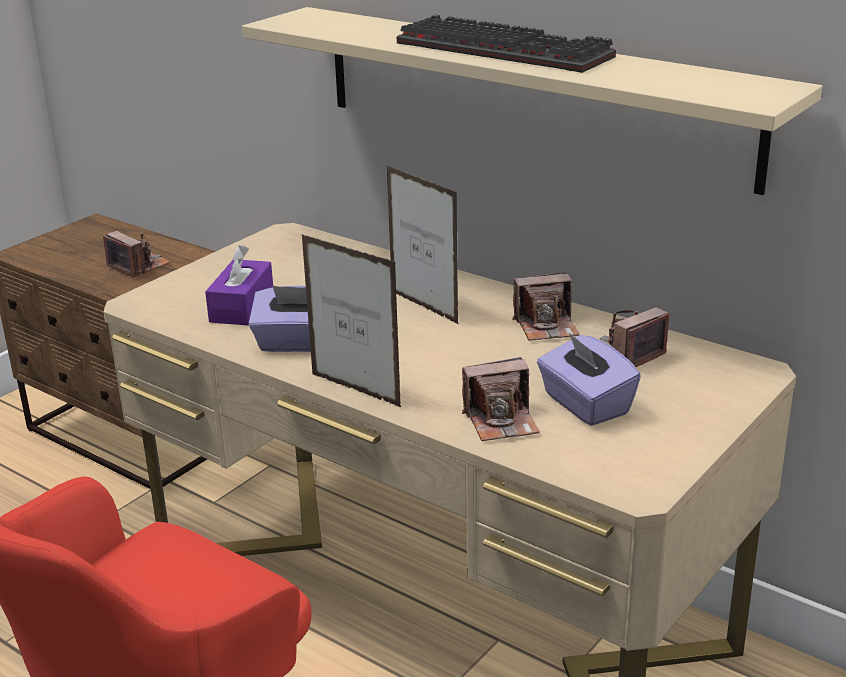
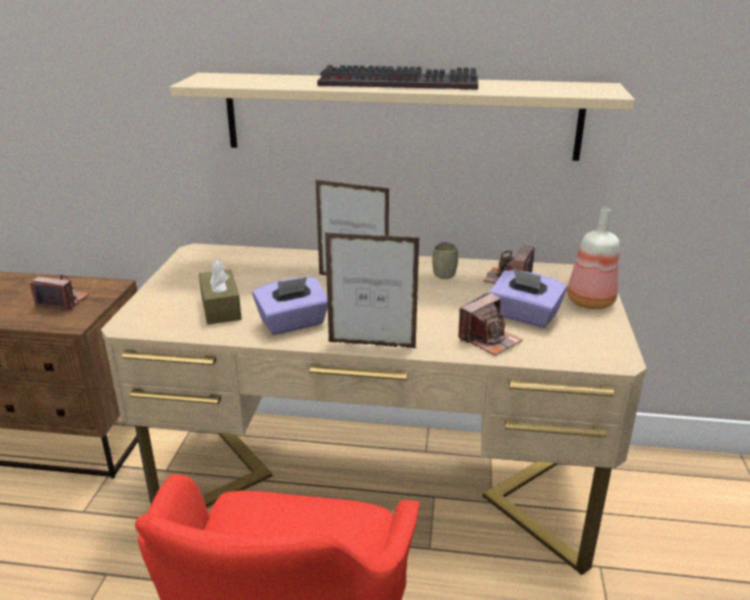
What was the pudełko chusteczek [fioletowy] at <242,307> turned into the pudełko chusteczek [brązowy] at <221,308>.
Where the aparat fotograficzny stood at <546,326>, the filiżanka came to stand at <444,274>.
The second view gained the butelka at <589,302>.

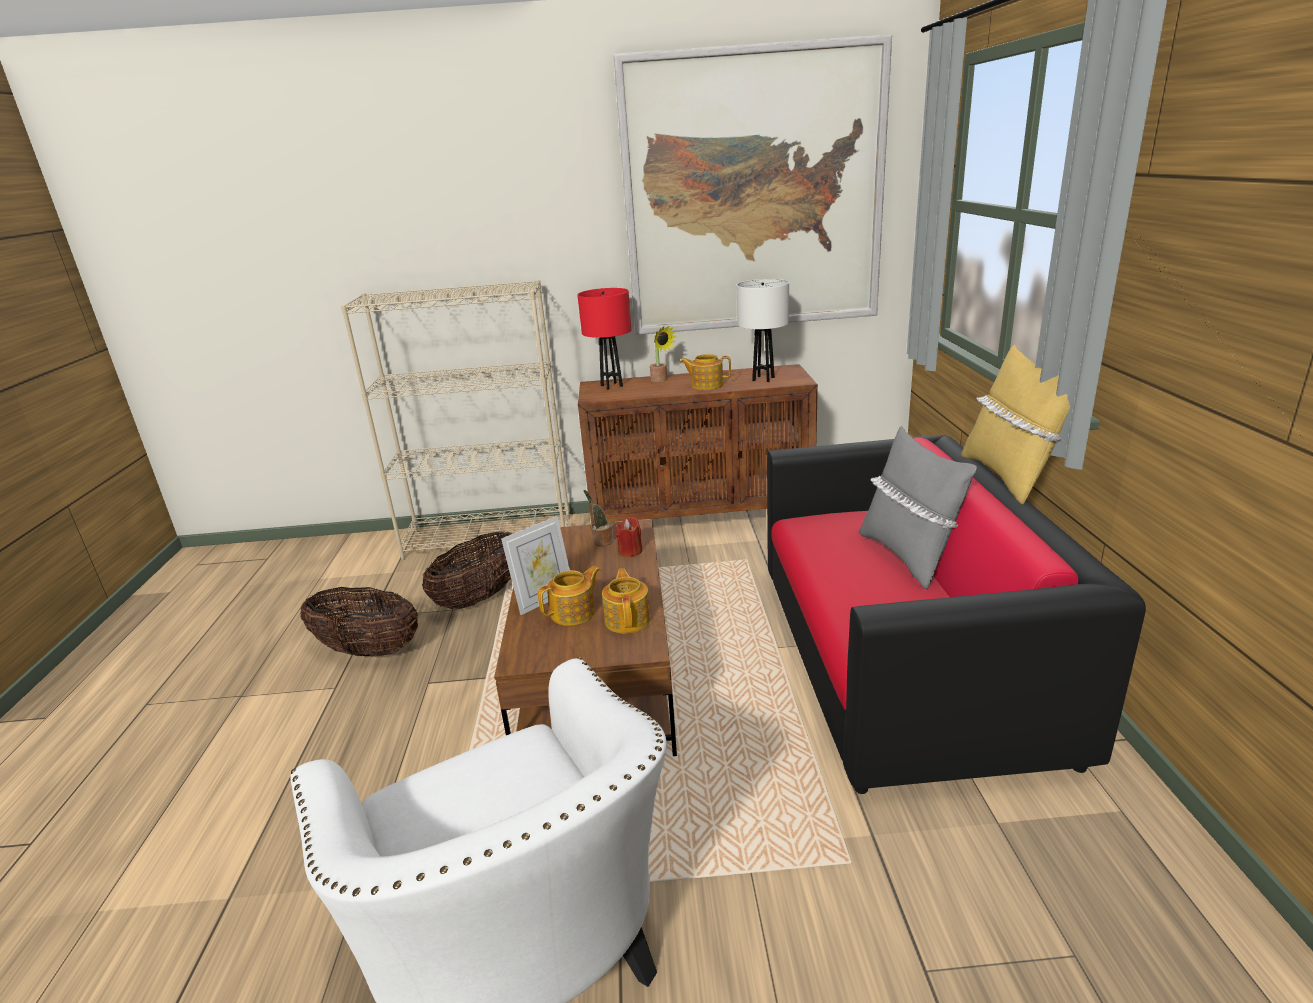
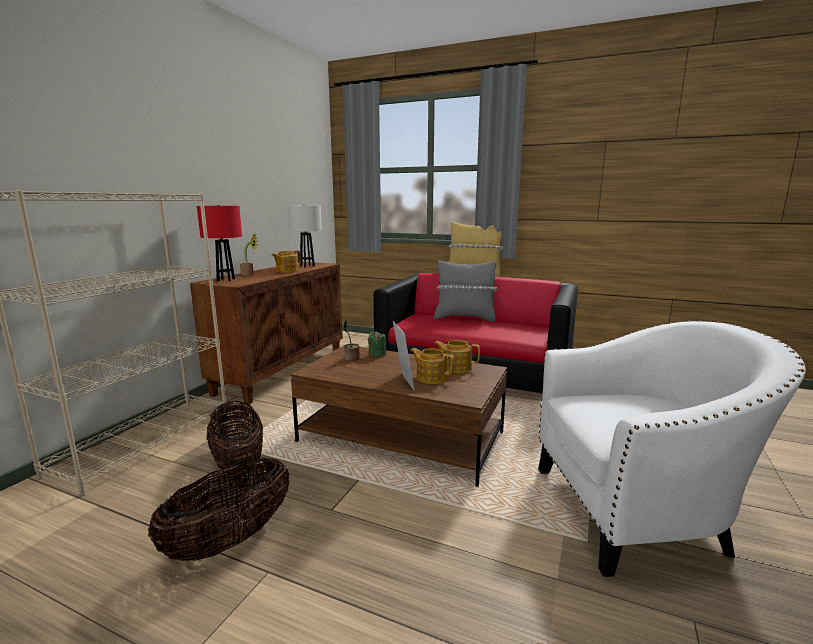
What was the świeca [czerwony] at <630,551> turned into the świeca [zielony] at <377,355>.
The imbryk at <574,613> ended up facing another way, 45 degrees counterclockwise from before.
The second view lost the obraz at <752,193>.

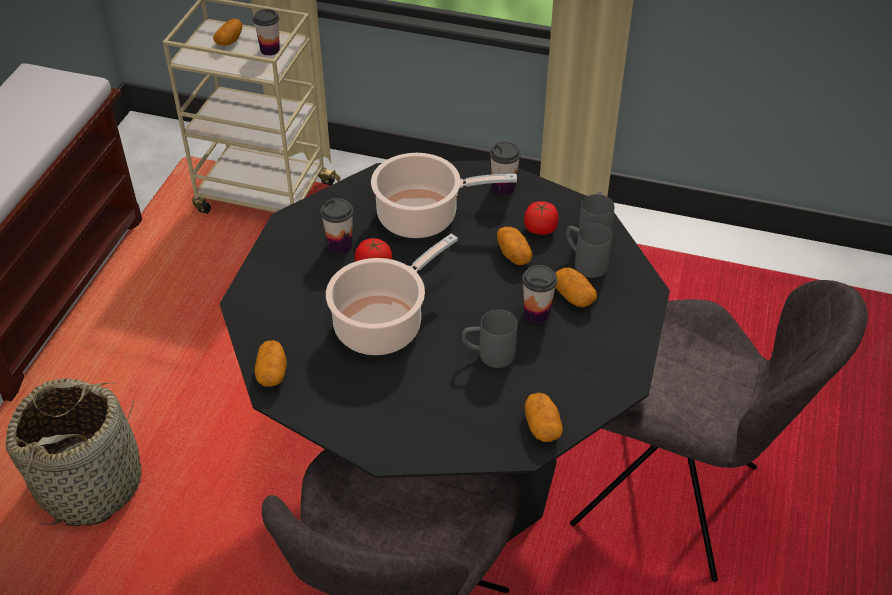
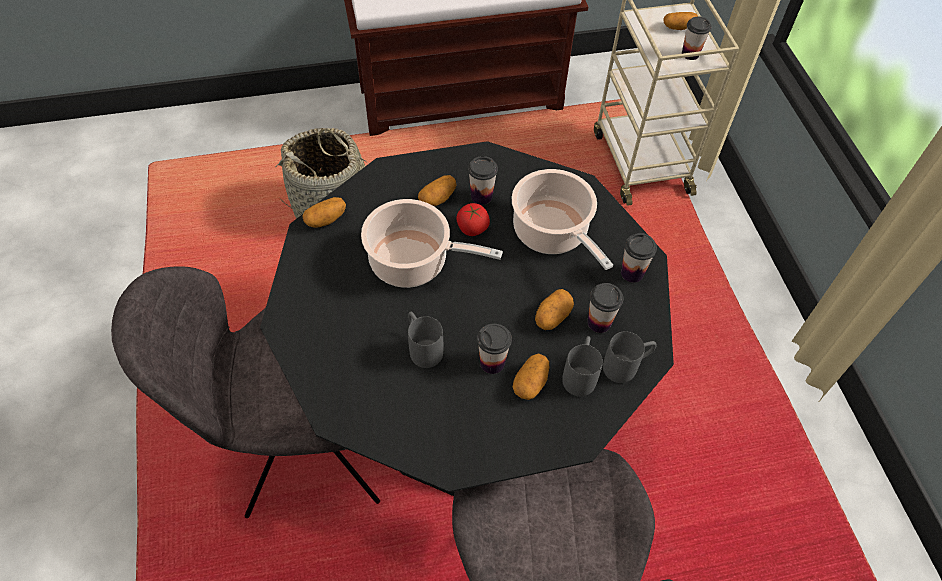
The ziemniak ended up elsewhere, having gone from <542,426> to <438,198>.
Where the pomidor stood at <540,229>, the filiżanka came to stand at <599,322>.

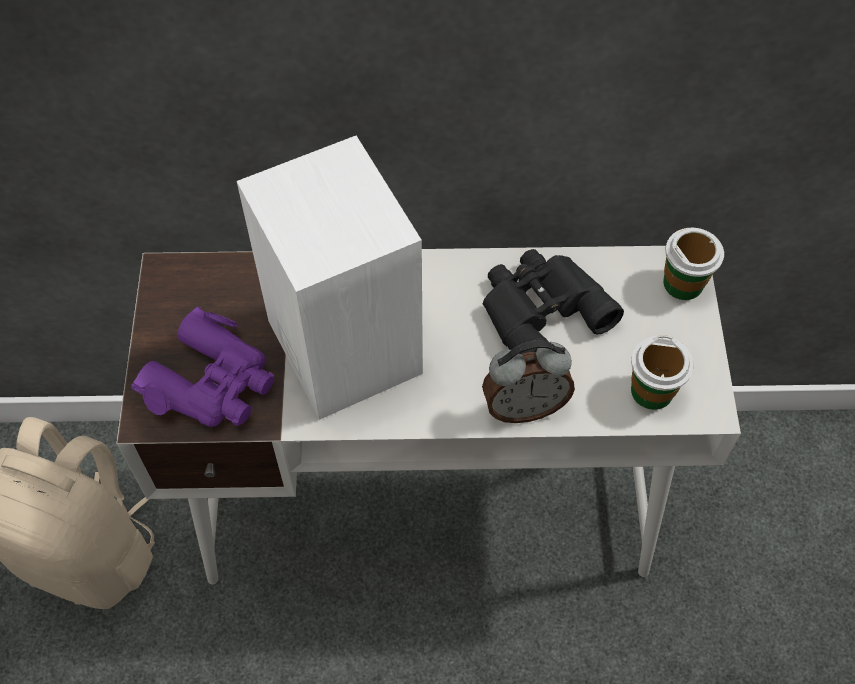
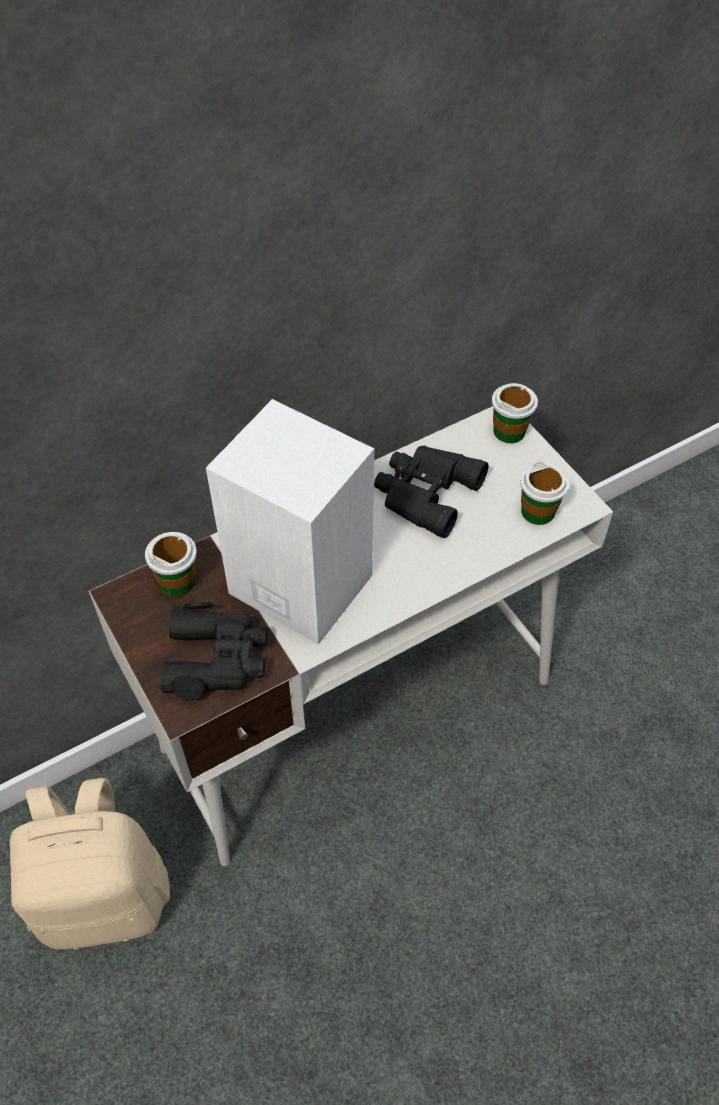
The second view gained the filiżanka at <177,581>.
What was the lornetka [fioletowy] at <213,382> turned into the lornetka [czarny] at <216,658>.
The second view lost the budzik at <524,406>.

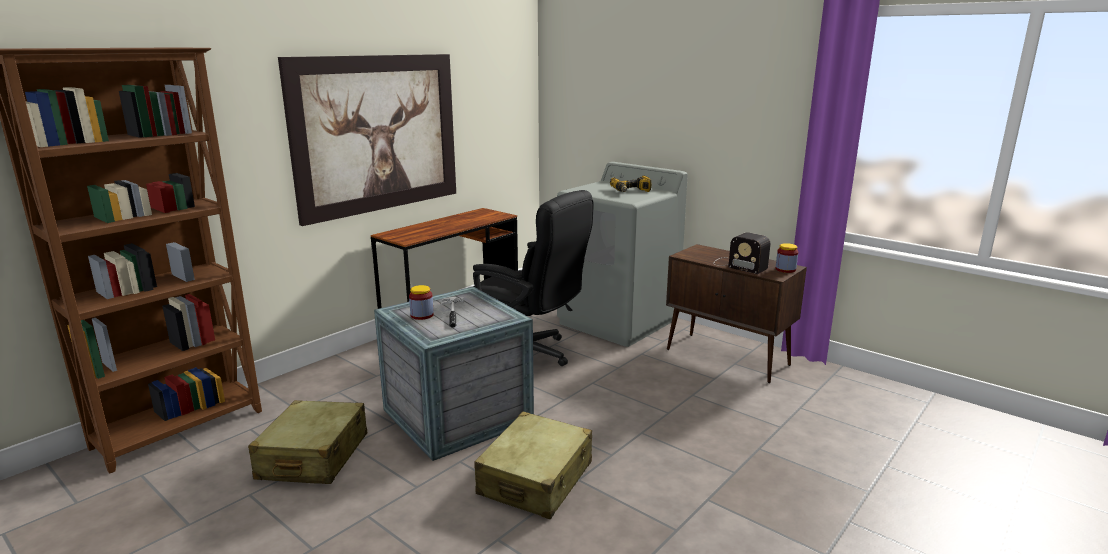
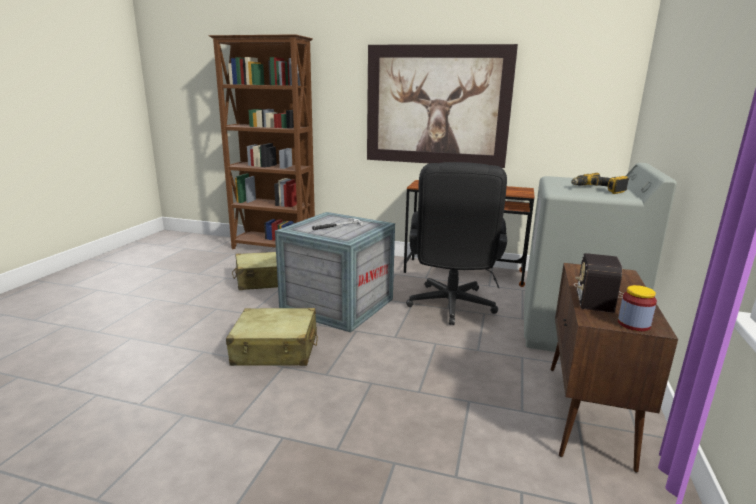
The second view lost the słoik at <422,315>.

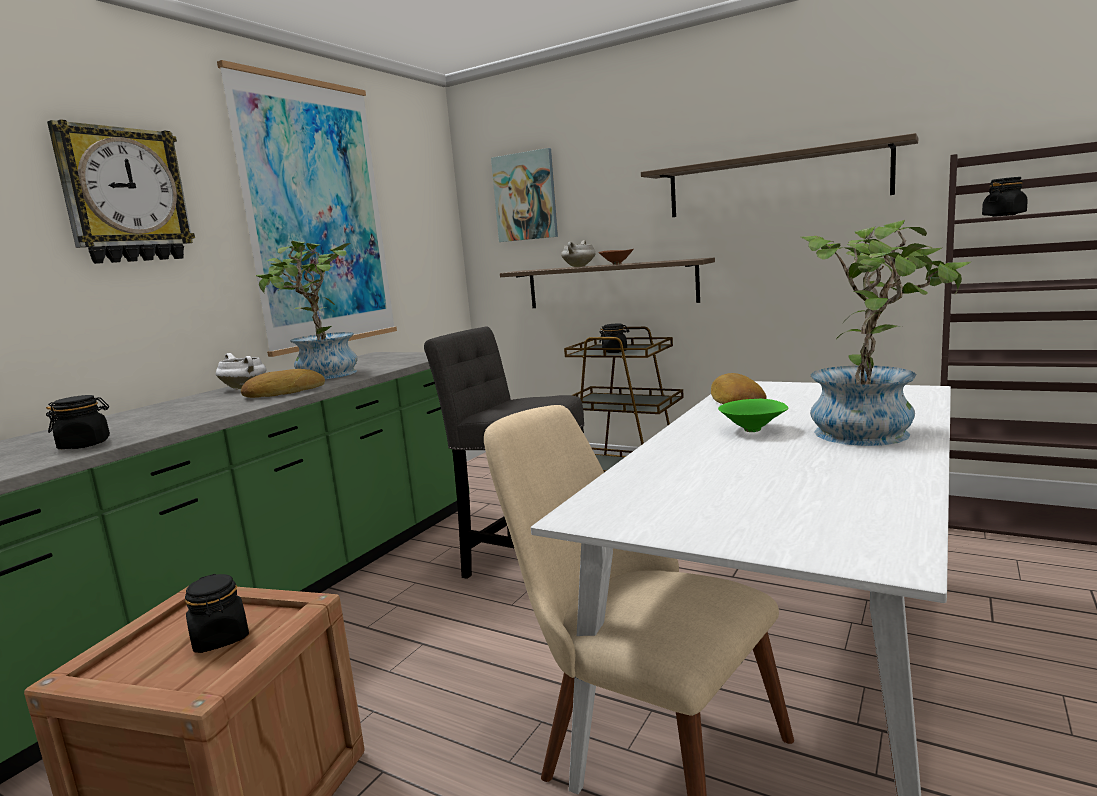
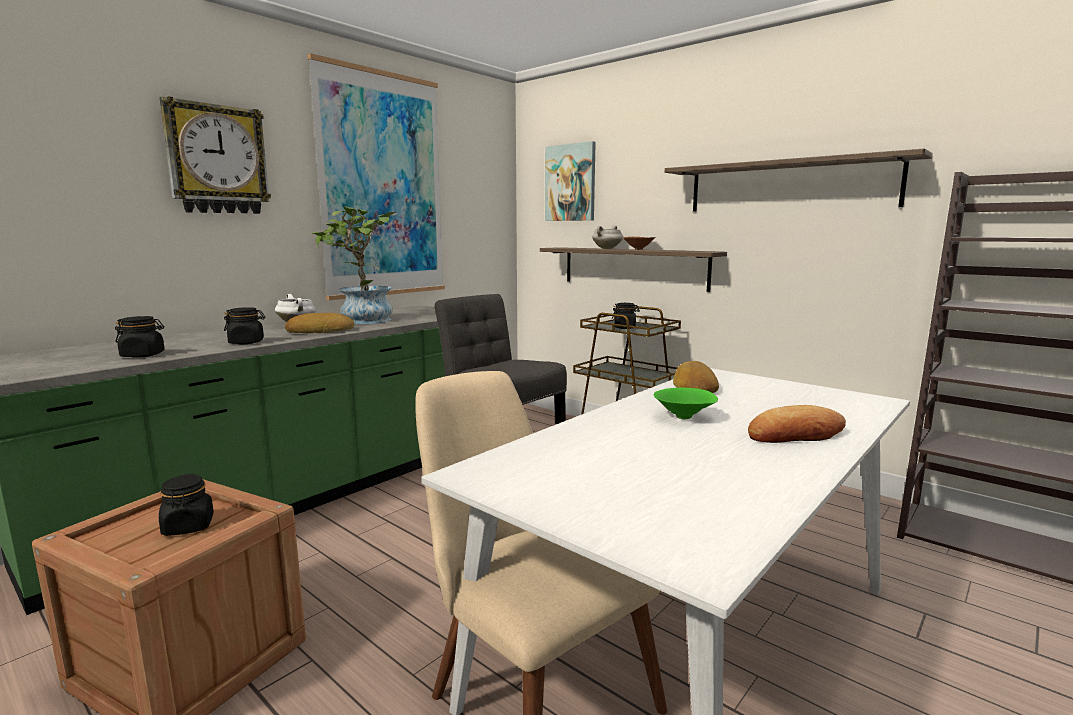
The słoik [czarny] ended up elsewhere, having gone from <1004,215> to <247,342>.
Where the roślina doniczkowa stood at <874,431>, the chleb came to stand at <796,434>.

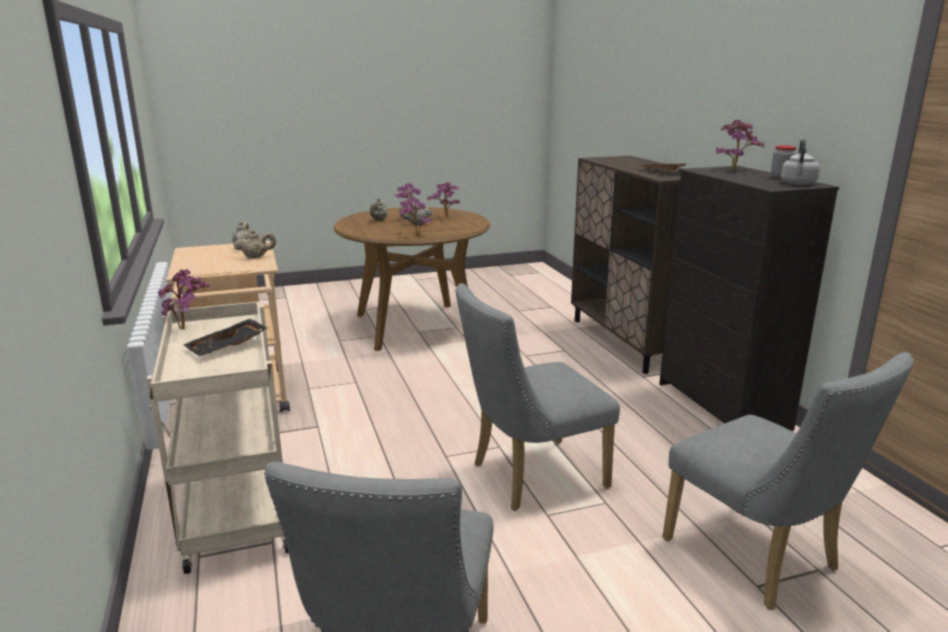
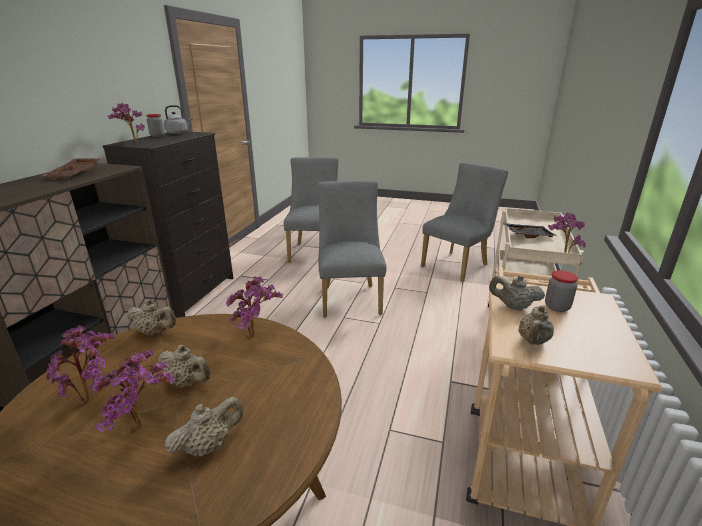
The second view gained the imbryk [beżowy] at <156,332>.
The krzesło [szary] at <529,477> ended up facing another way, 105 degrees counterclockwise from before.
The second view gained the słoik at <557,307>.

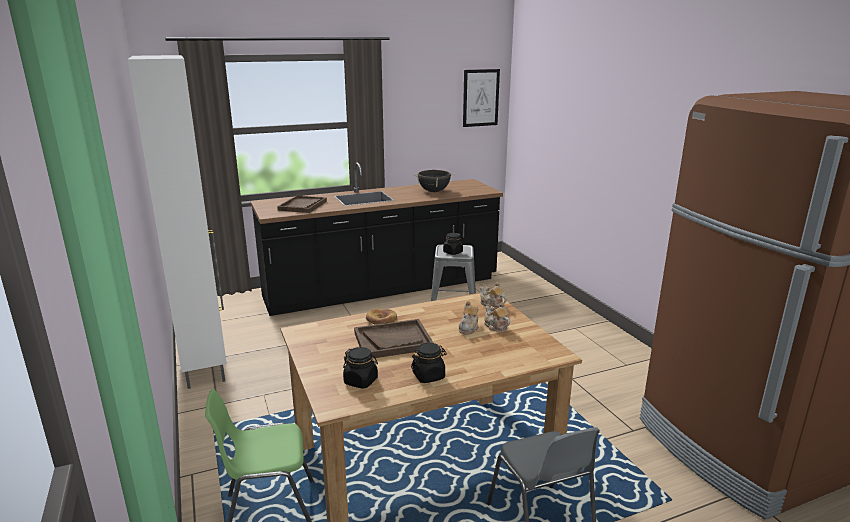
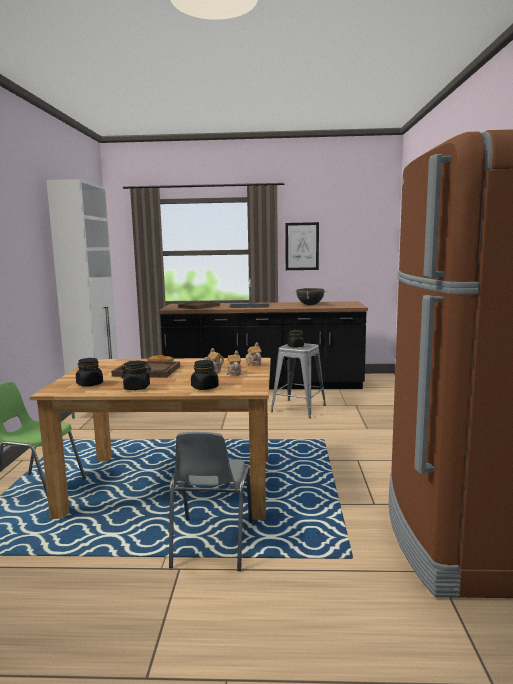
The second view gained the słoik [czarny] at <205,387>.
The obraz ended up elsewhere, having gone from <480,98> to <302,246>.

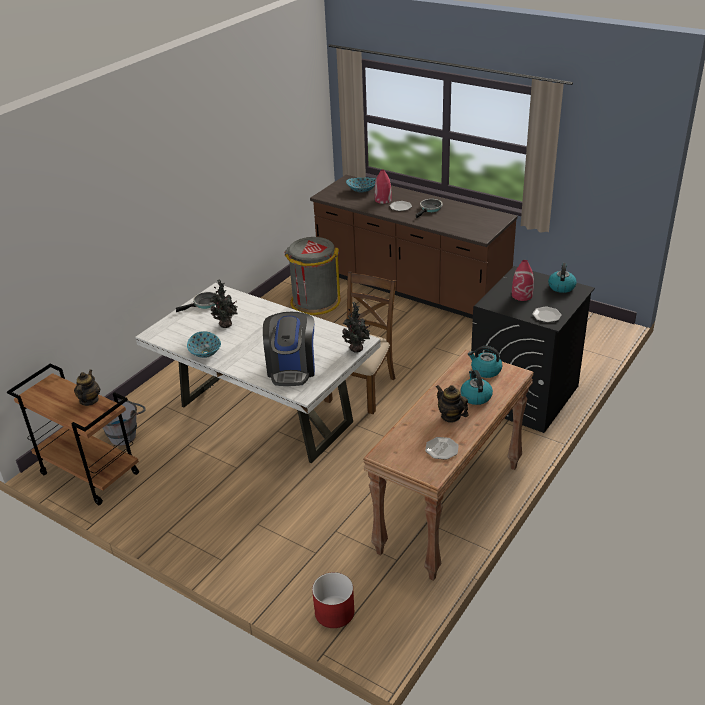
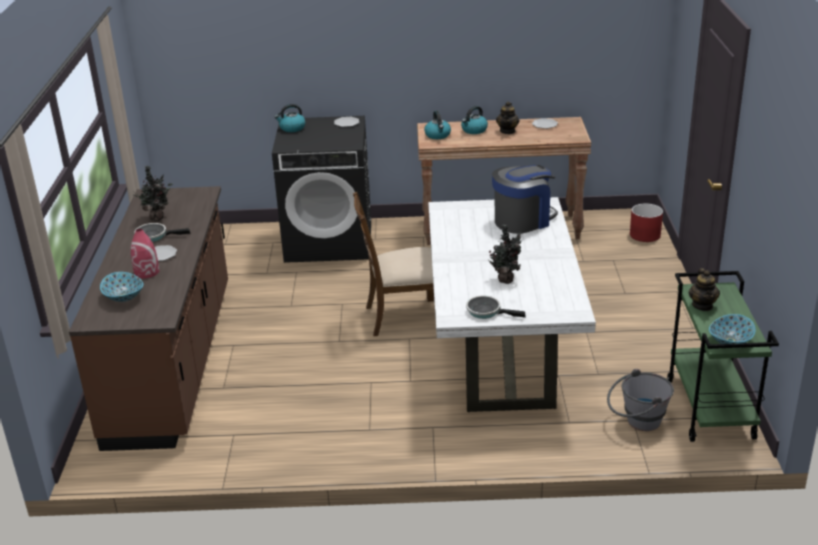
The roślina doniczkowa ended up elsewhere, having gone from <357,350> to <157,217>.
What was the wózek [brązowy] at <88,474> turned into the wózek [zielony] at <711,409>.
The imbryk at <89,401> ended up facing another way, 60 degrees counterclockwise from before.
The miska ended up elsewhere, having gone from <205,353> to <729,341>.
The second view lost the kosz na śmieci [szary] at <315,302>.
The second view lost the wazon [czerwony] at <522,295>.

